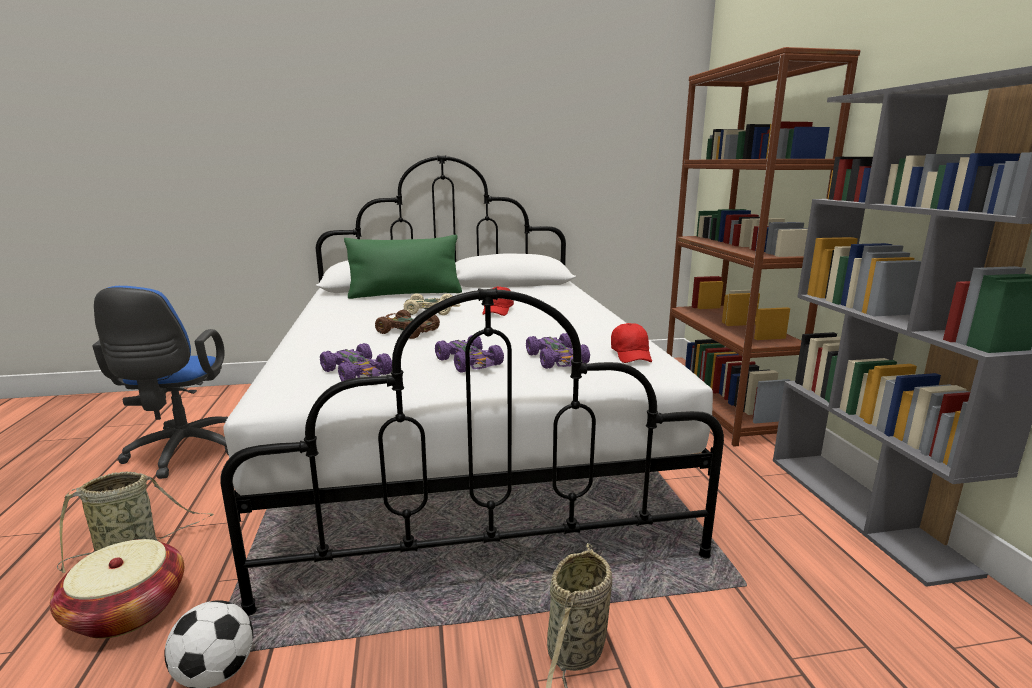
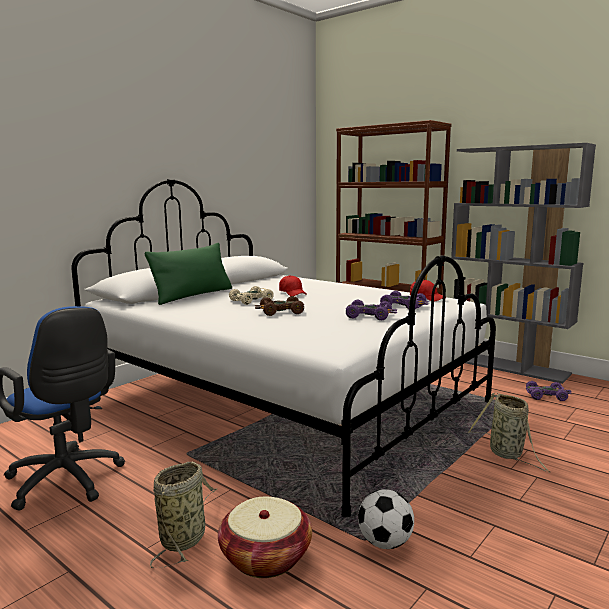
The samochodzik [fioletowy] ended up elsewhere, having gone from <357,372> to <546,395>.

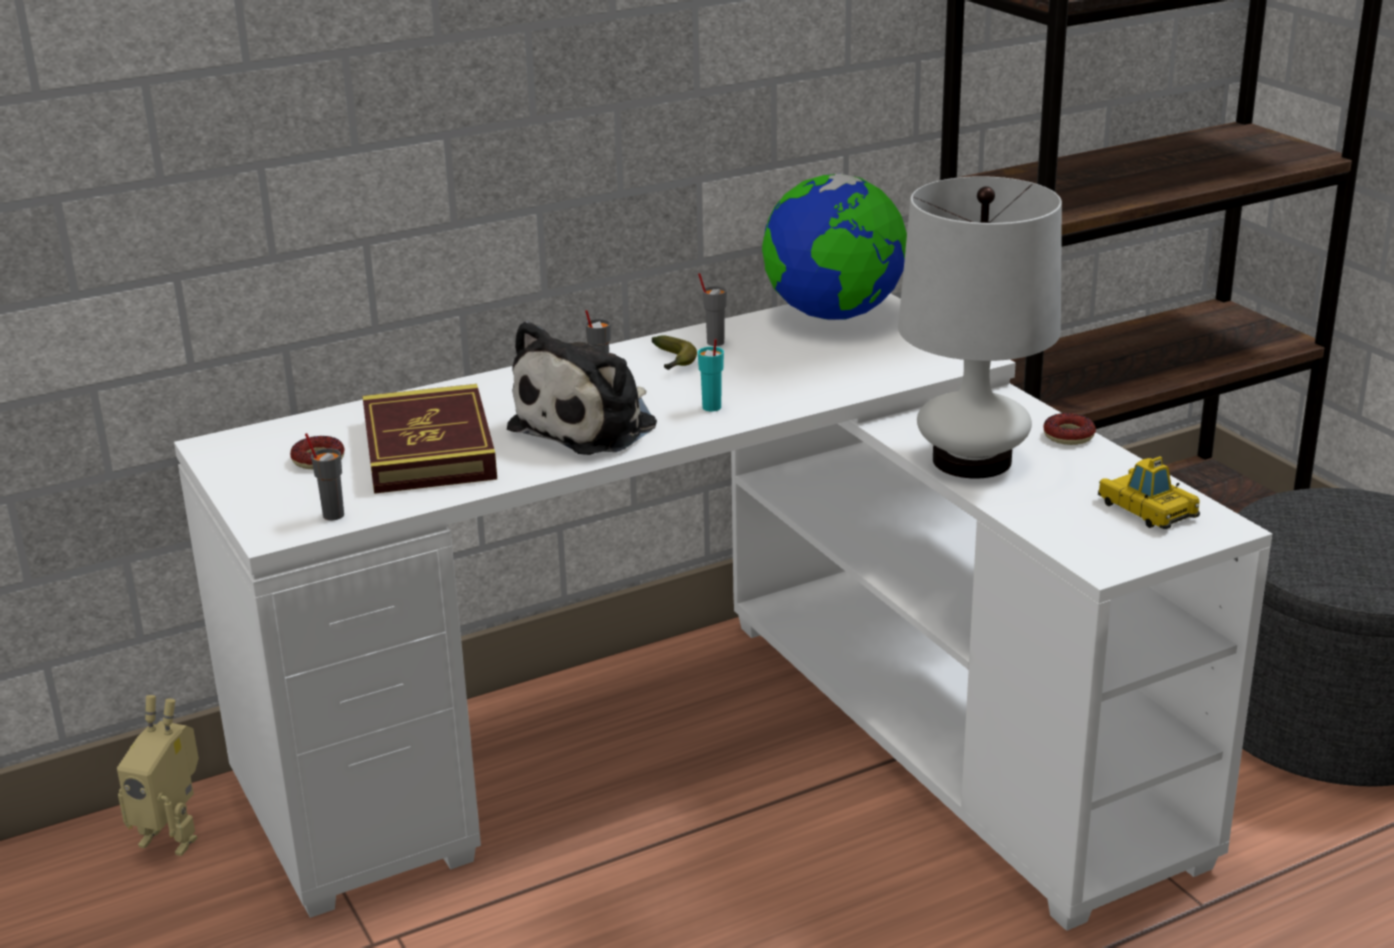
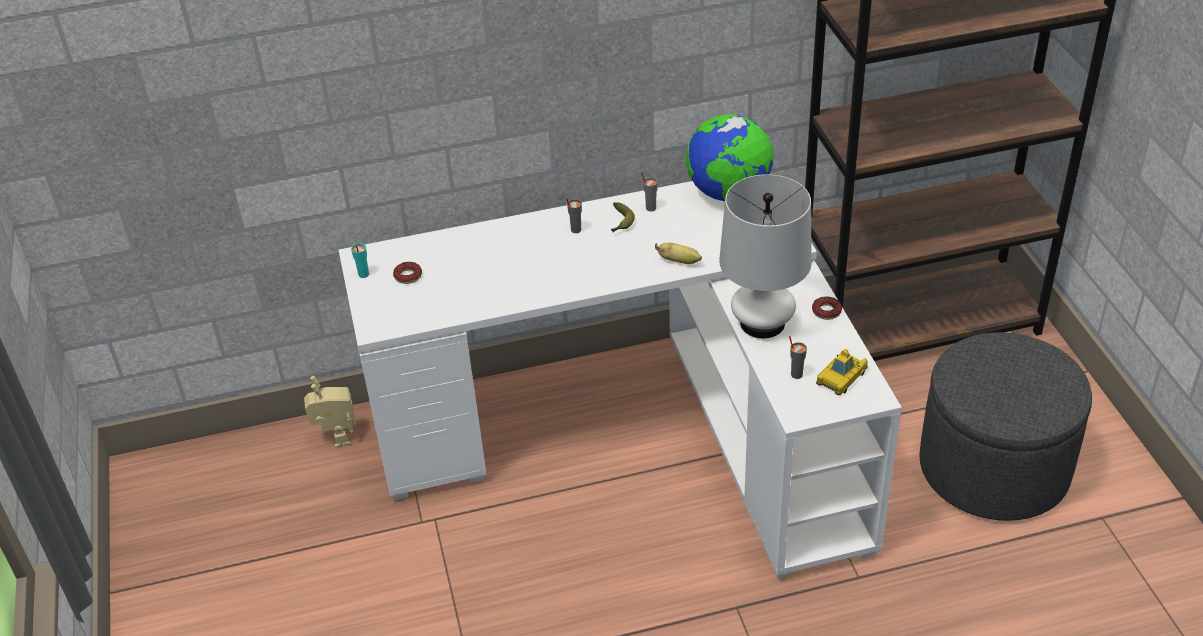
The robot zabawkowy at <173,836> ended up facing another way, 135 degrees counterclockwise from before.
The filiżanka [turkusowy] ended up elsewhere, having gone from <711,407> to <363,274>.
The second view gained the banan at <679,261>.
The filiżanka [szary] ended up elsewhere, having gone from <333,515> to <796,374>.
The samochodzik at <1147,509> ended up facing another way, 120 degrees counterclockwise from before.
The second view lost the książka at <429,449>.
The second view lost the pluszak at <591,425>.

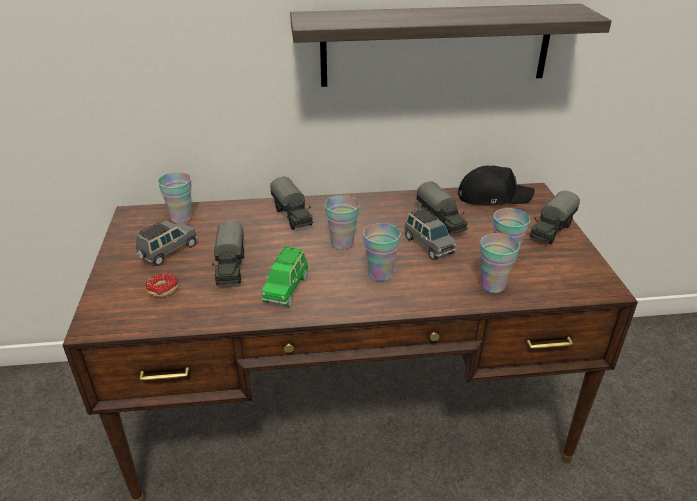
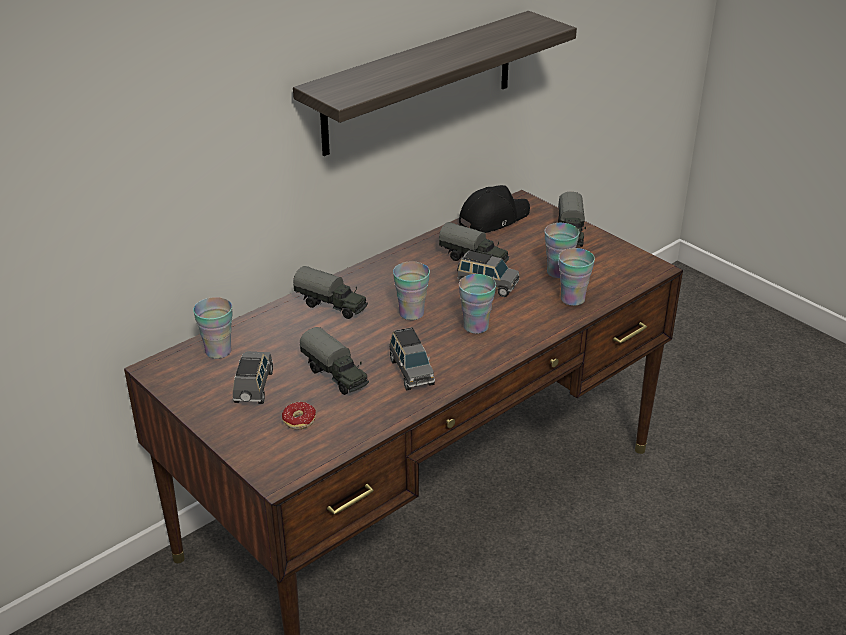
What was the samochodzik [zielony] at <286,289> turned into the samochodzik [szary] at <411,372>.

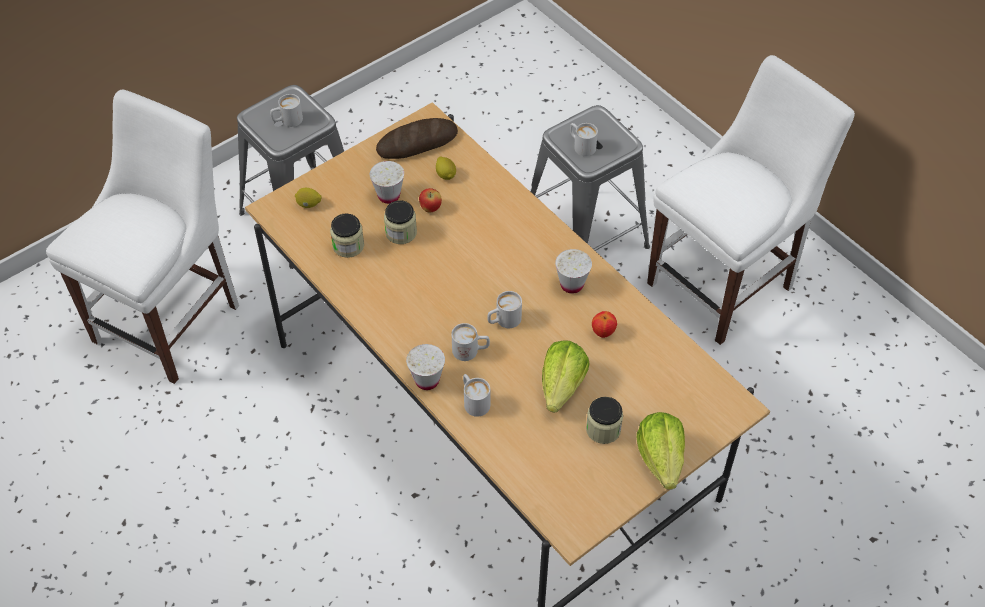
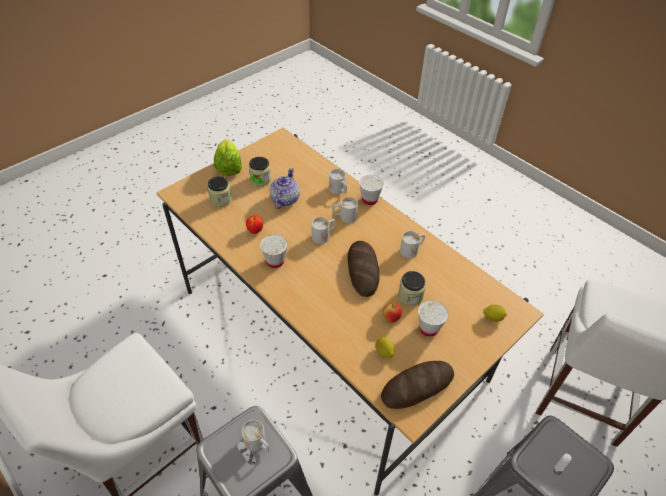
The słoik ended up elsewhere, having gone from <348,246> to <221,200>.
Where the sałata stood at <562,386>, the imbryk came to stand at <284,200>.
The second view gained the chleb at <362,270>.
The kubek [biały] ended up elsewhere, having gone from <287,121> to <412,250>.

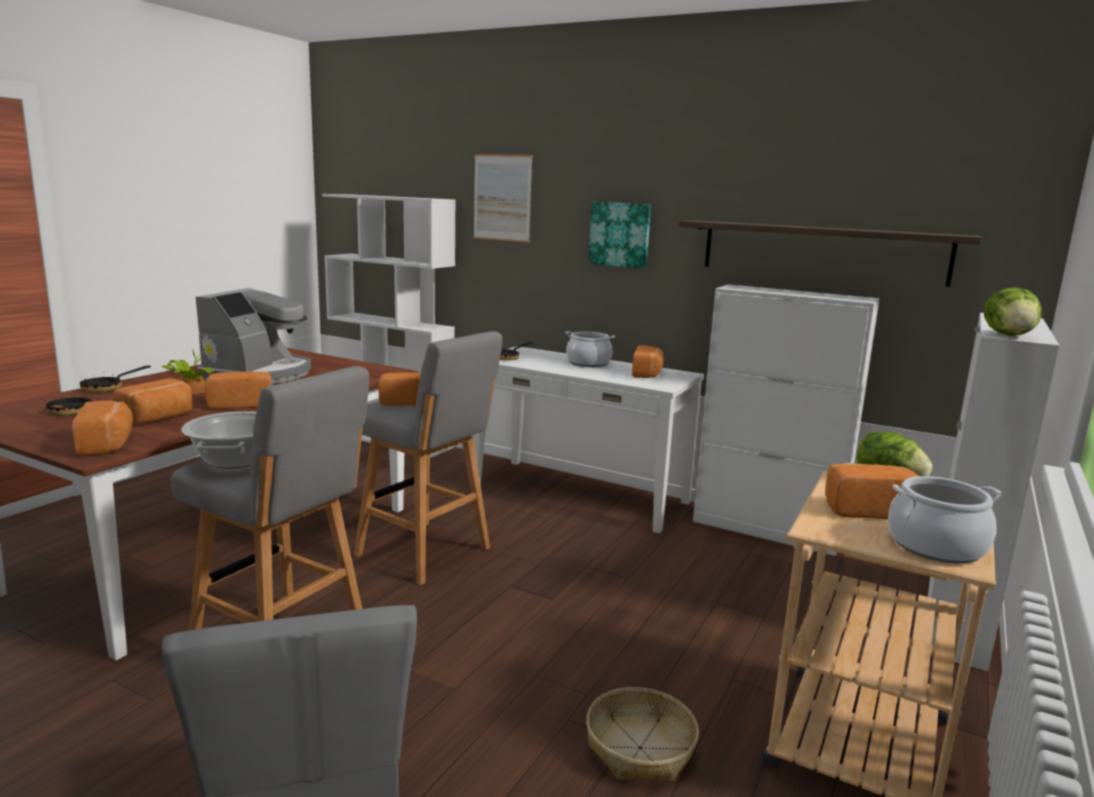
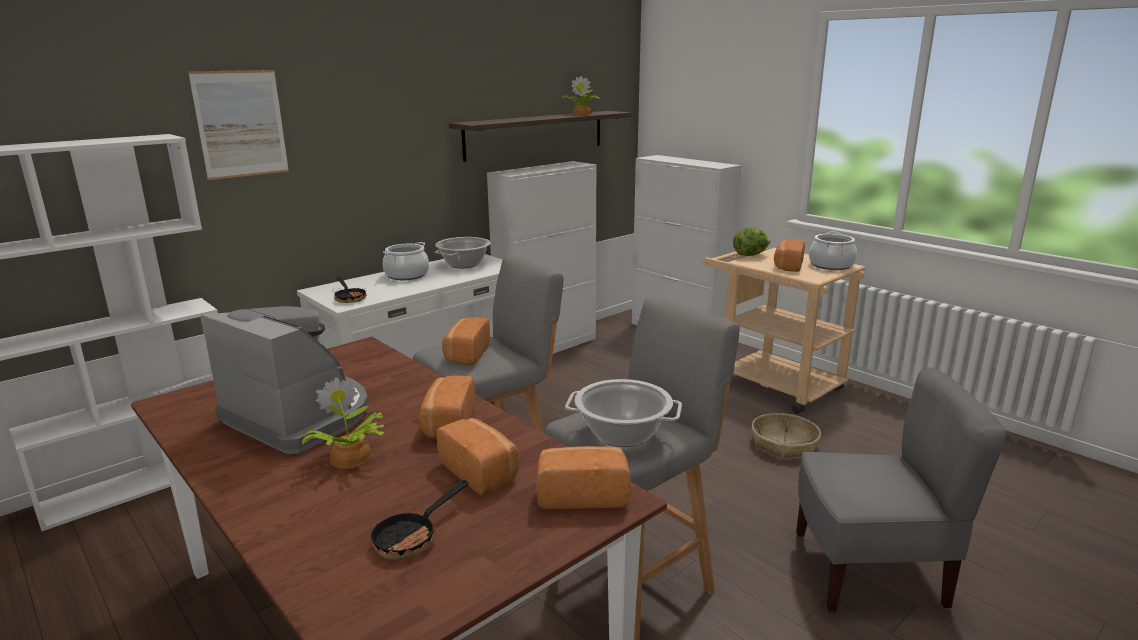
Where the chleb stood at <647,374>, the garnek came to stand at <464,264>.
The second view gained the roślina doniczkowa at <581,114>.
The second view lost the patelnia at <108,388>.
The second view lost the obraz at <620,234>.
The second view lost the sałata at <1009,335>.

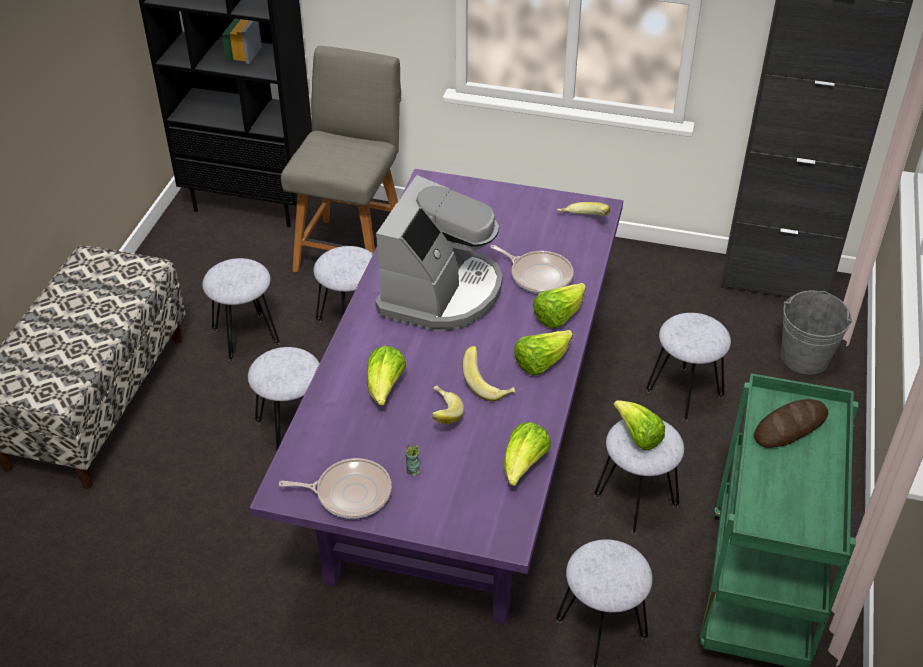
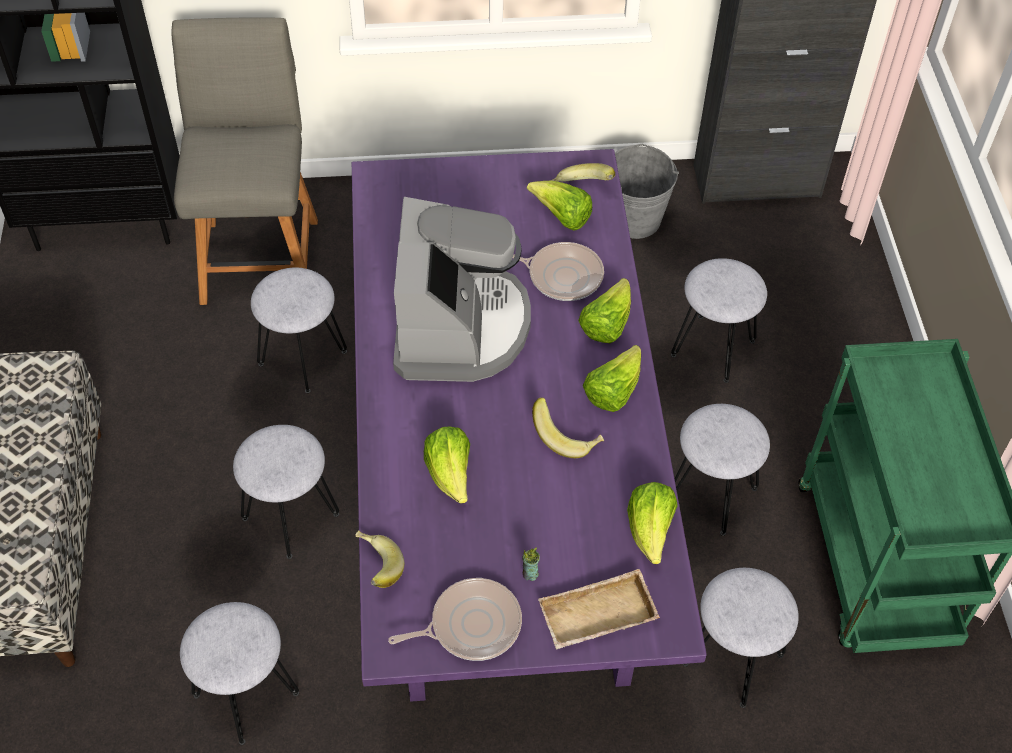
The stołek [szary] ended up elsewhere, having gone from <245,336> to <245,693>.
The banan ended up elsewhere, having gone from <441,415> to <375,568>.
The sałata ended up elsewhere, having gone from <638,436> to <561,217>.
The second view gained the taca [beżowy] at <597,618>.
The wiadro [szary] ended up elsewhere, having gone from <805,357> to <634,219>.
The second view lost the chleb at <790,427>.

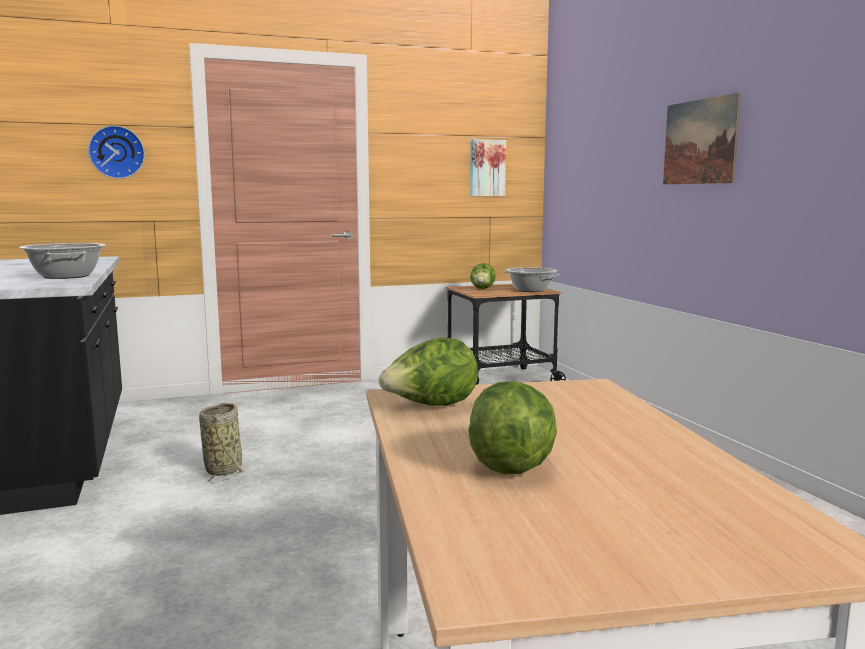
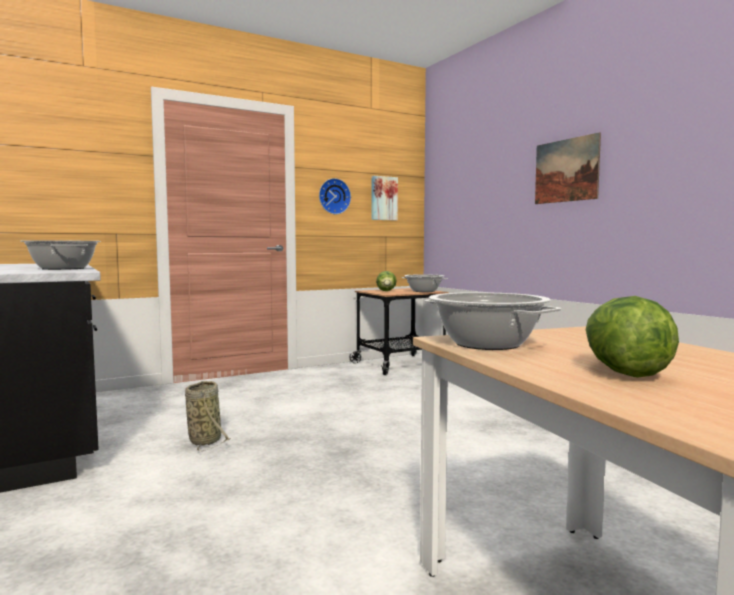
The zegar ścienny ended up elsewhere, having gone from <117,152> to <333,196>.
Where the sałata stood at <430,407>, the garnek came to stand at <488,344>.

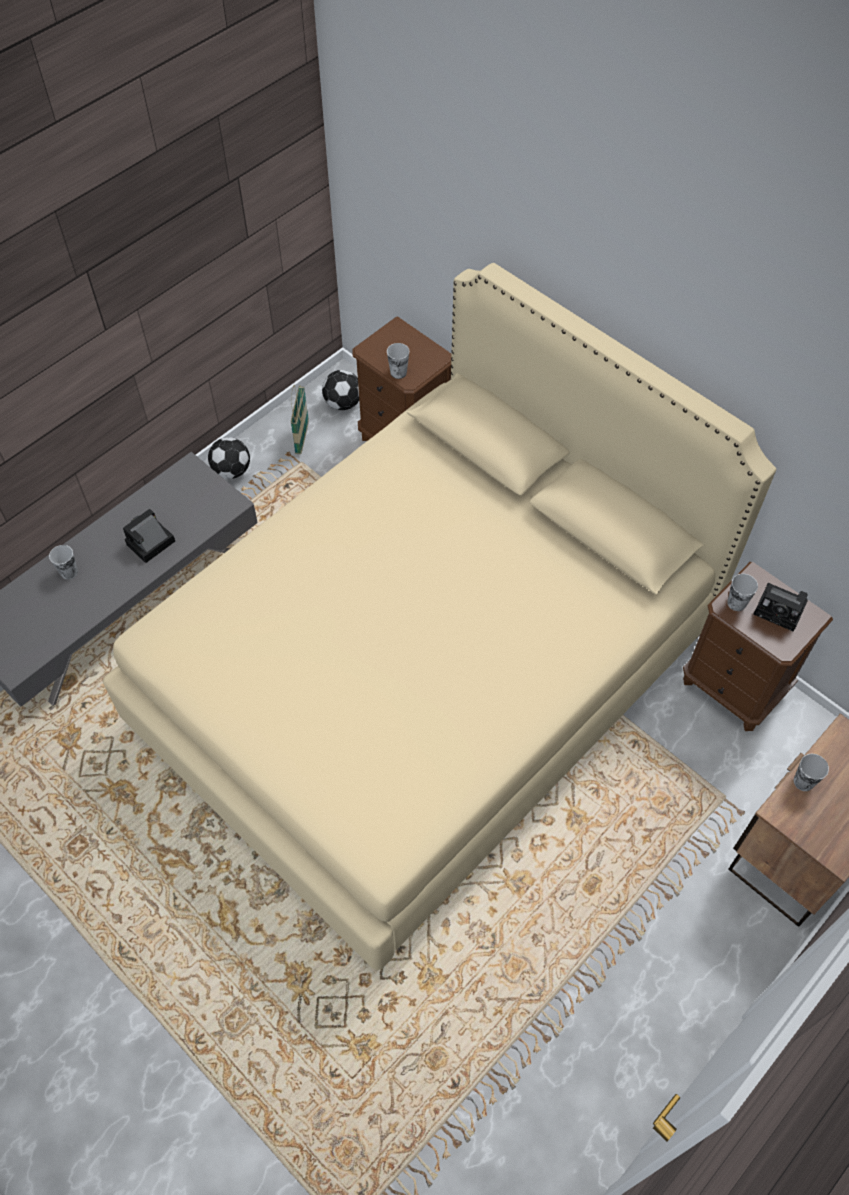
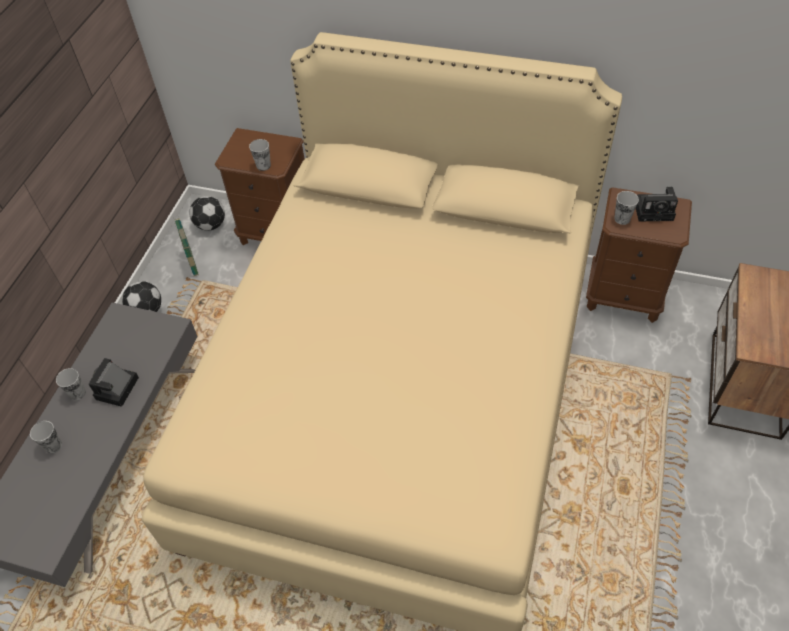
The filiżanka ended up elsewhere, having gone from <803,781> to <78,393>.

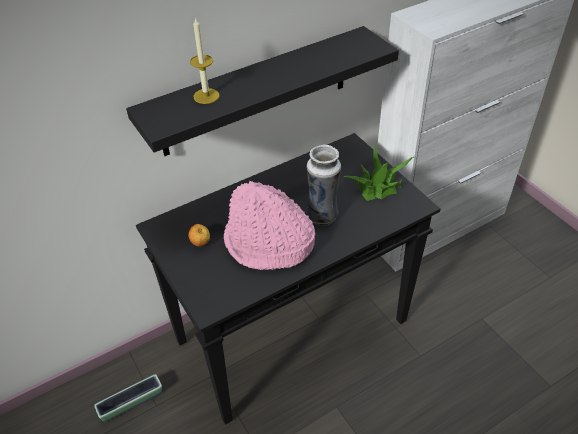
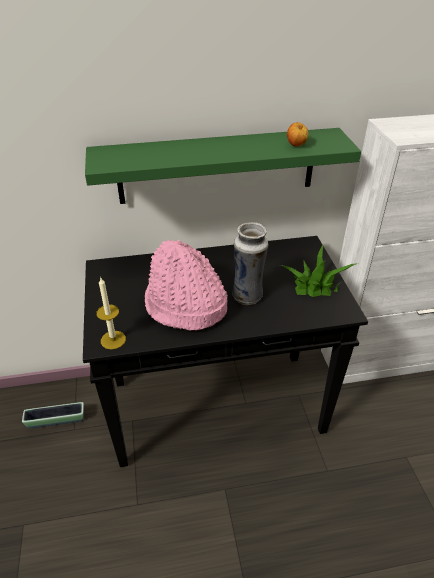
What was the półka [czarny] at <256,92> turned into the półka [zielony] at <217,166>.
The świeca ended up elsewhere, having gone from <206,96> to <113,340>.
The jabłko ended up elsewhere, having gone from <200,243> to <296,145>.

